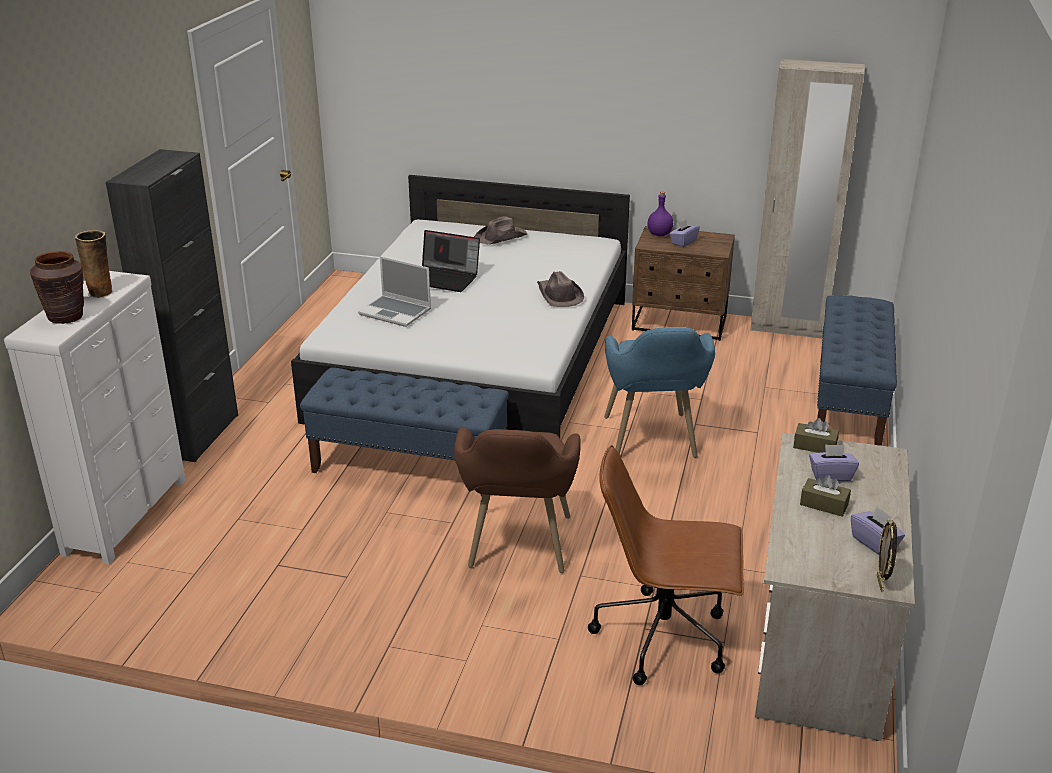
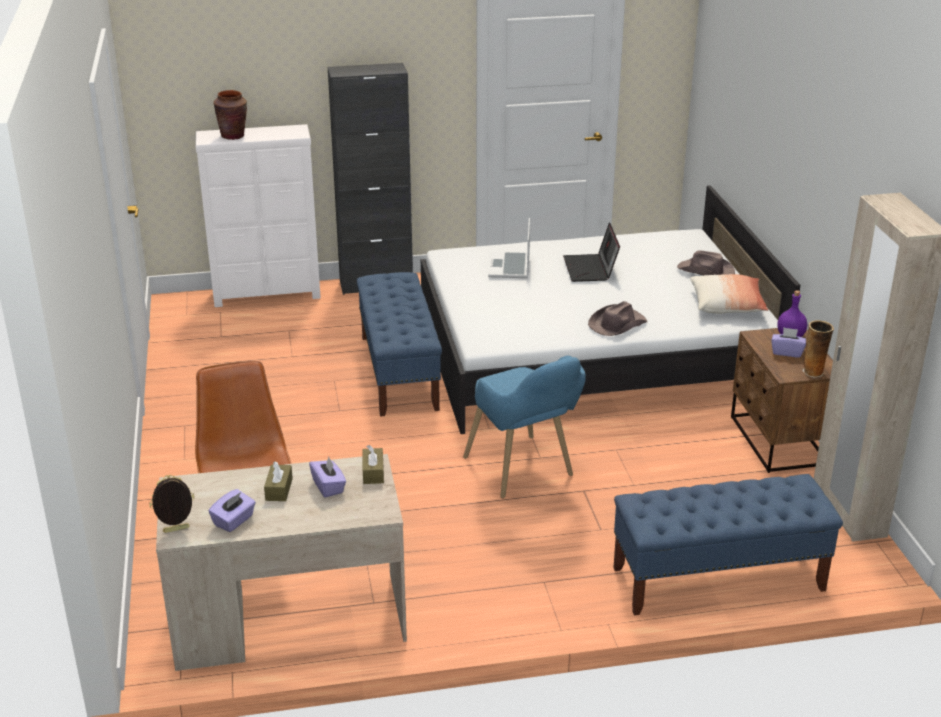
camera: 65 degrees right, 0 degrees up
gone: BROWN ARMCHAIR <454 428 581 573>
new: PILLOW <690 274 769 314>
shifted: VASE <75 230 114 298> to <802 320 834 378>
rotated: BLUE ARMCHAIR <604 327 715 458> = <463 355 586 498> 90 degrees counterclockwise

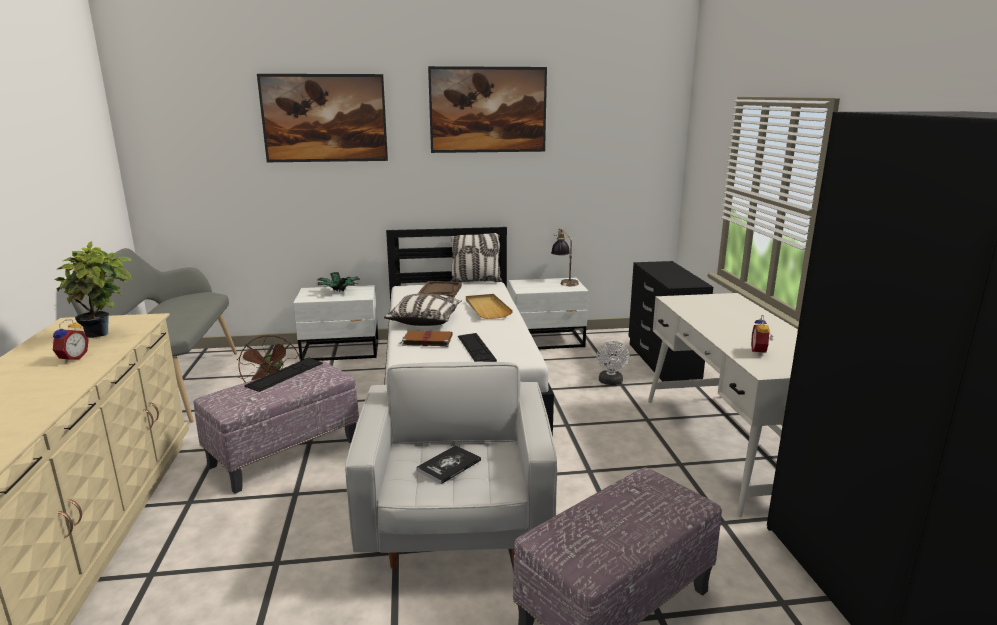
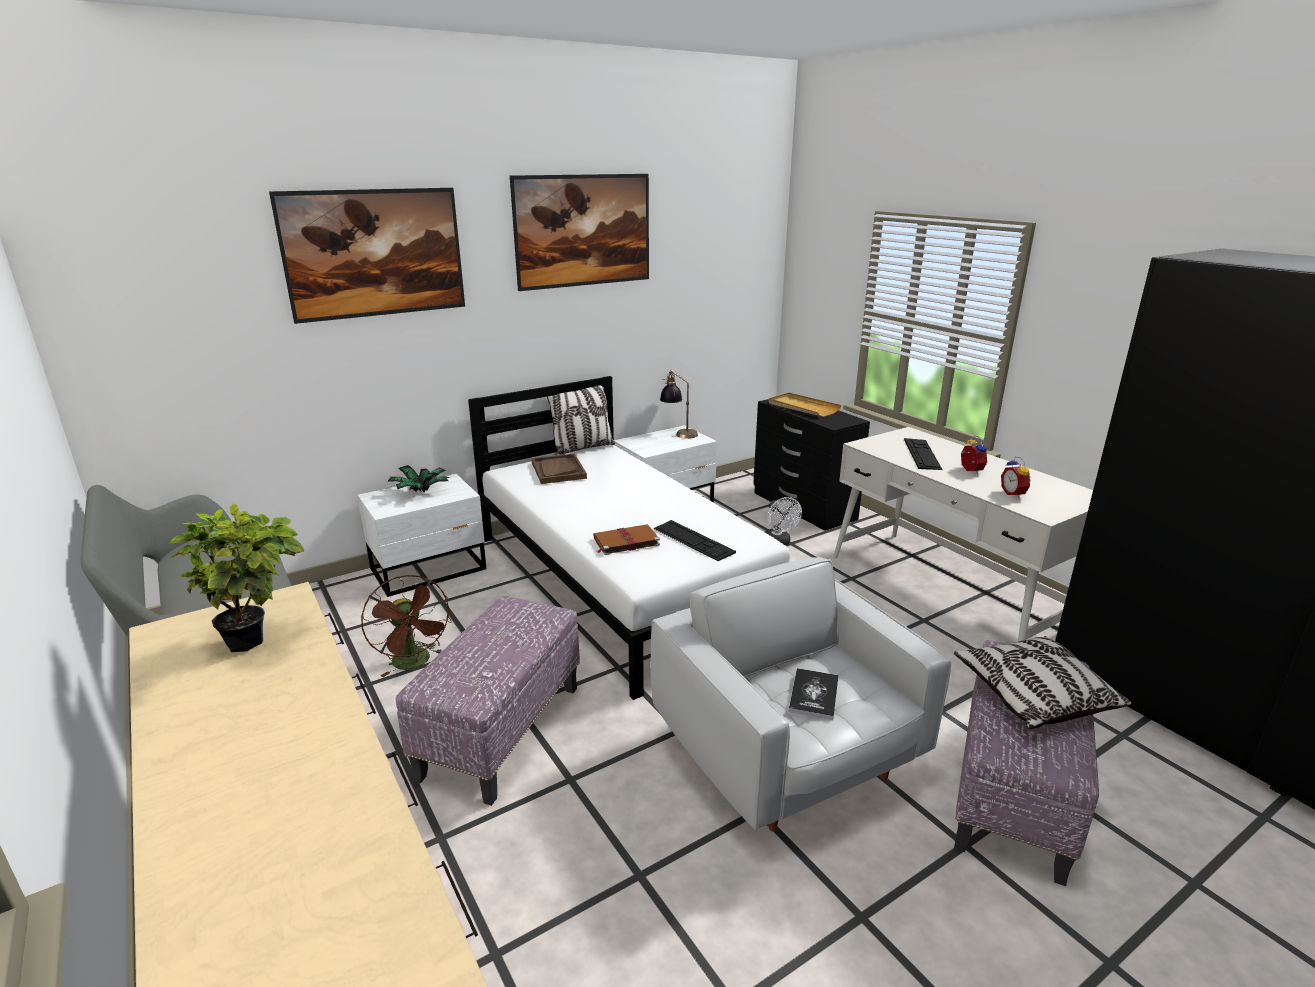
camera: 25 degrees left, 5 degrees up
shifted: ALARM CLOCK <53 319 89 363> to <961 436 987 474>; KEYBOARD <245 358 323 392> to <904 438 943 470>; PILLOW <384 294 462 326> to <954 636 1131 729>; BEIGE TRAY <466 294 513 319> to <769 393 842 417>

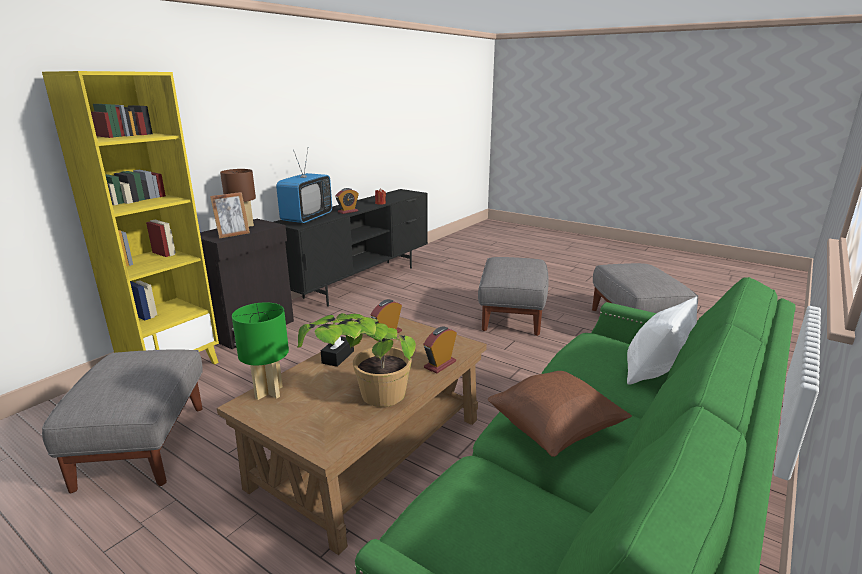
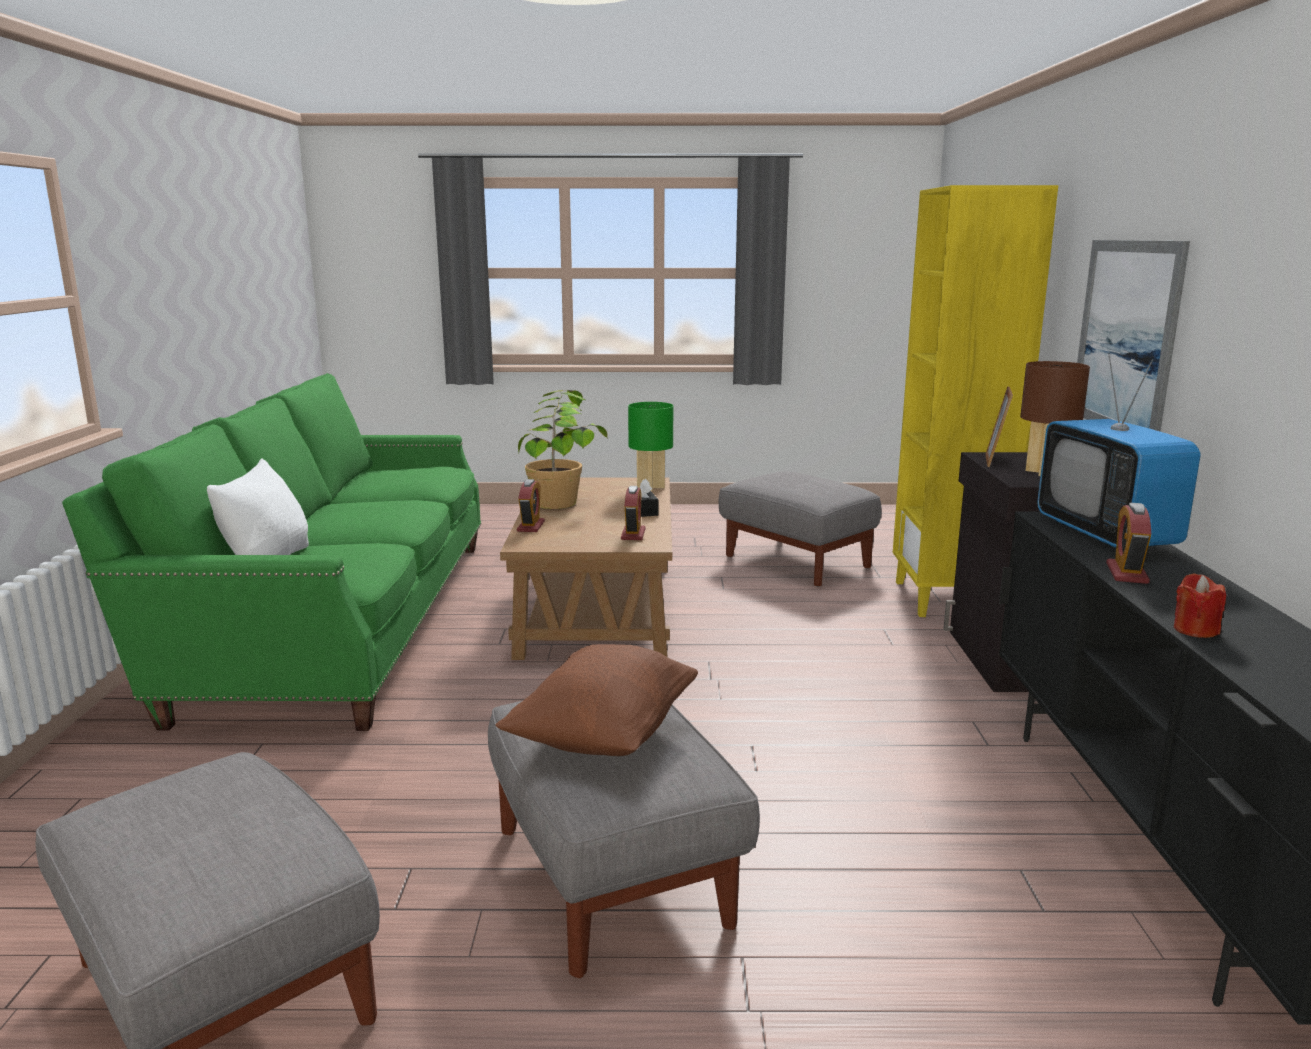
camera: 145 degrees right, 5 degrees down
new: PICTURE <1077 240 1190 431>
shifted: BROWN PILLOW <488 371 632 457> to <495 644 698 756>

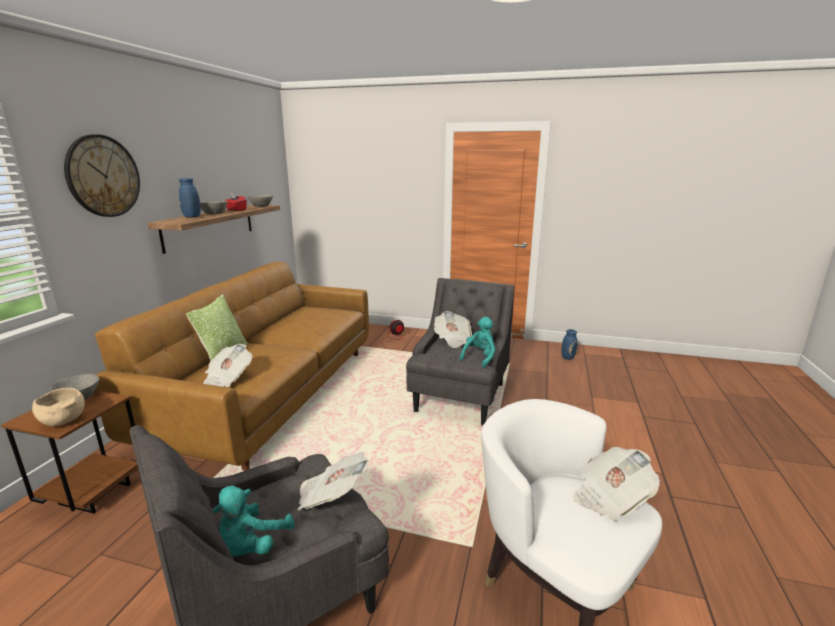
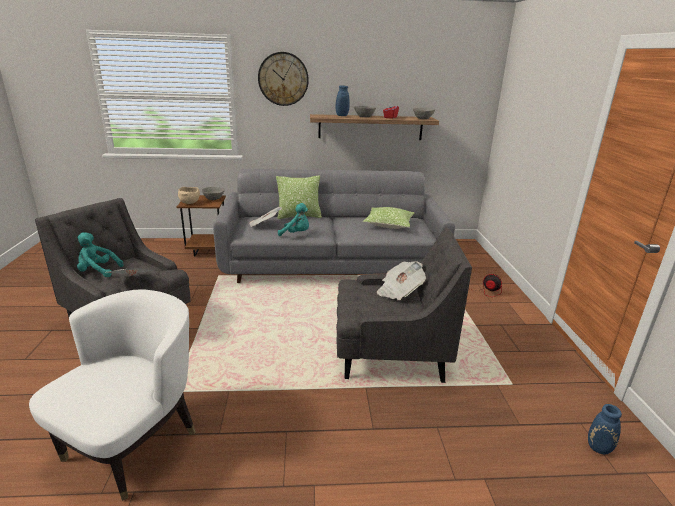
camera: 70 degrees right, 5 degrees up
gone: NEWSPAPER <573 447 660 521>
new: PILLOW <363 207 415 229>
shifted: TURQUOISE PLUSH TOY <460 317 495 368> to <278 203 309 236>
repainted: BROWN SOFA <95 262 369 471> to GREY SOFA <213 169 455 283>

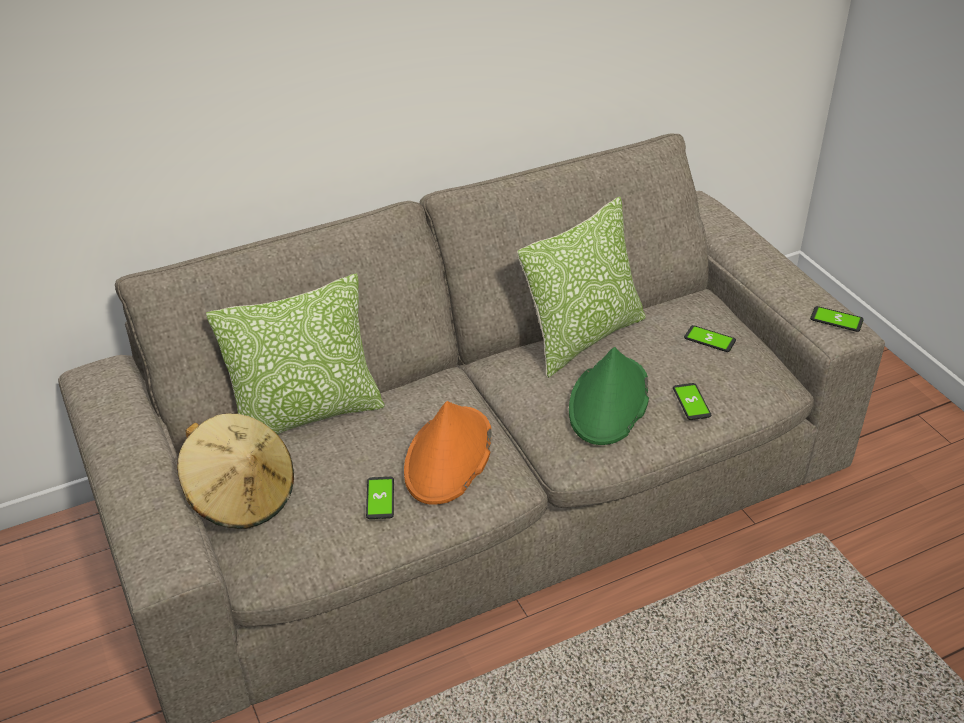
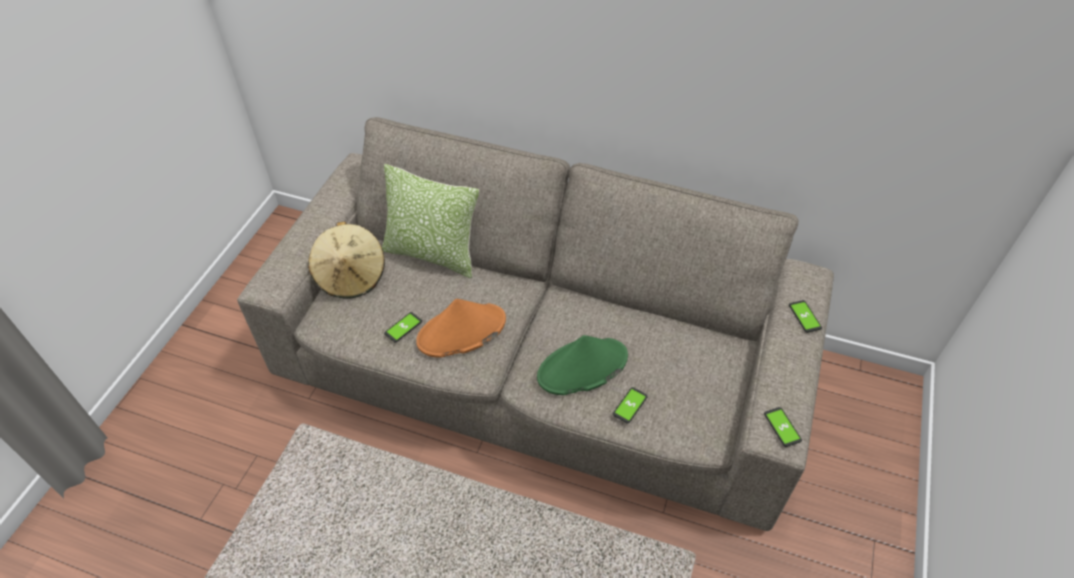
camera: 45 degrees right, 10 degrees up
gone: PILLOW <517 197 646 378>
shifted: PHONE <684 325 736 352> to <789 300 822 333>

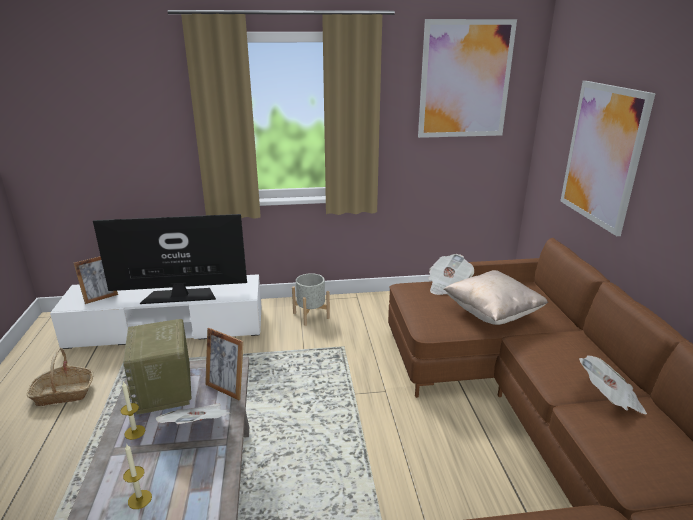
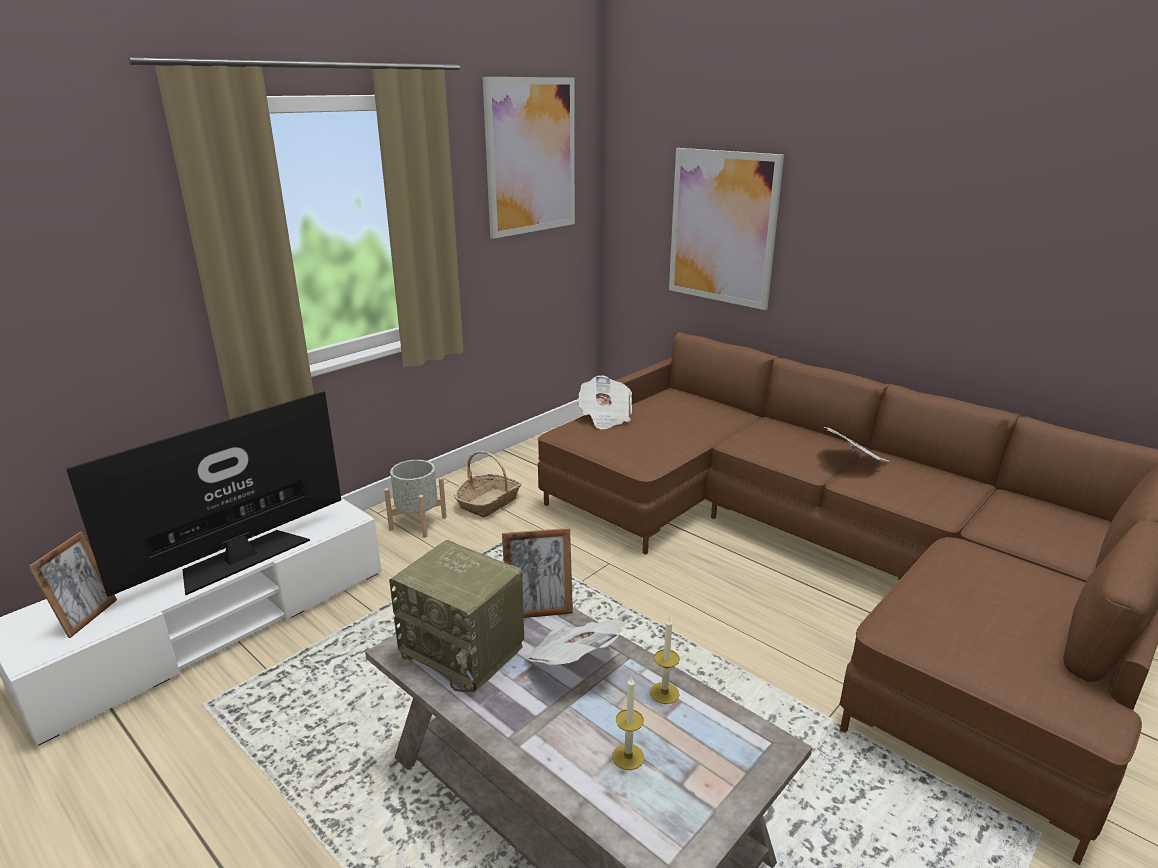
camera: 40 degrees left, 0 degrees up
gone: BEIGE PILLOW <443 270 548 325>
shifted: BASKET <27 348 93 406> to <454 451 521 517>; CANDLE <121 381 145 440> to <650 616 680 704>

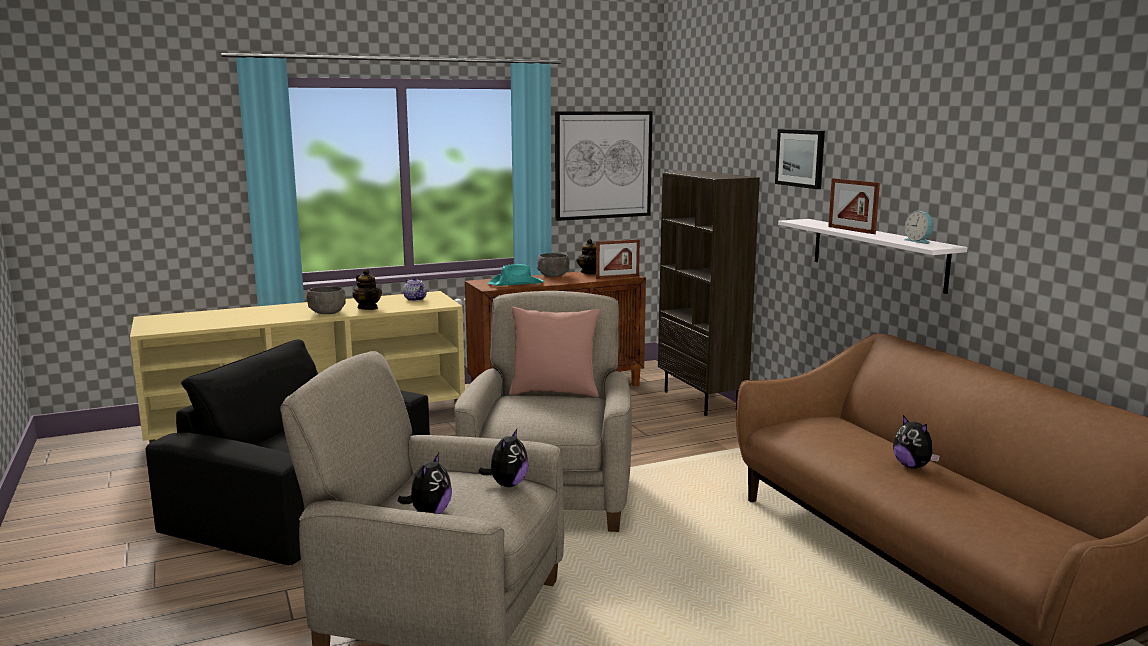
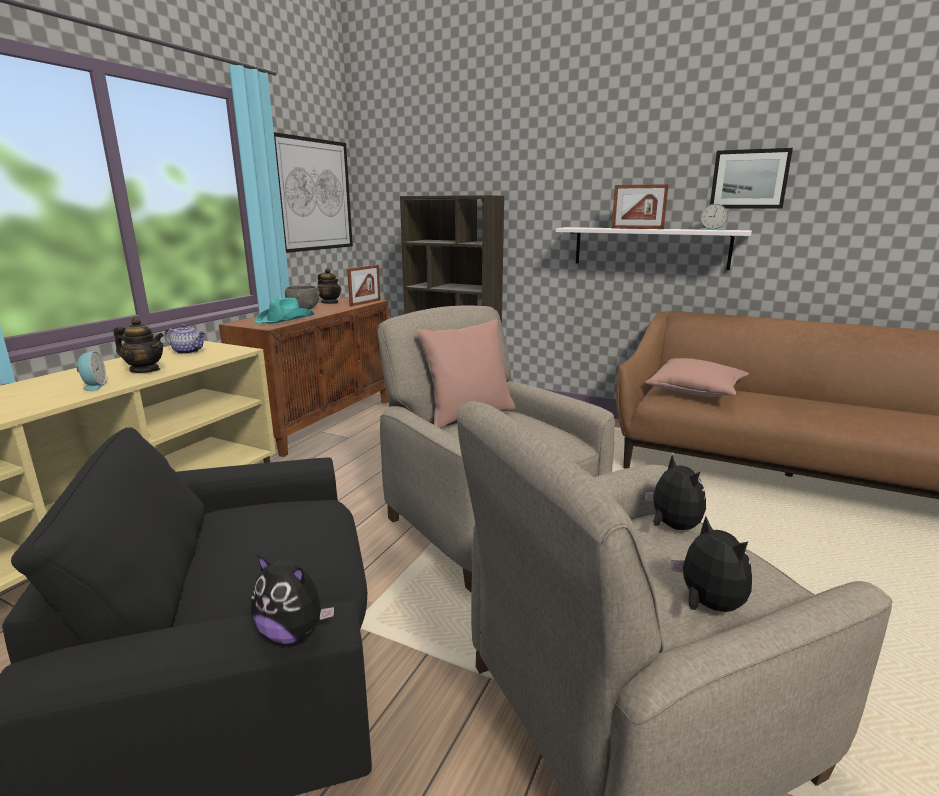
camera: 40 degrees left, 5 degrees up
new: PINK PILLOW <645 358 749 397>
shifted: PICTURE <775 129 825 189> to <710 148 793 209>; PLUSH TOY <893 415 940 469> to <251 555 334 644>
swapped: GREY BOWL <306 286 346 314> to ALARM CLOCK <77 351 108 391>

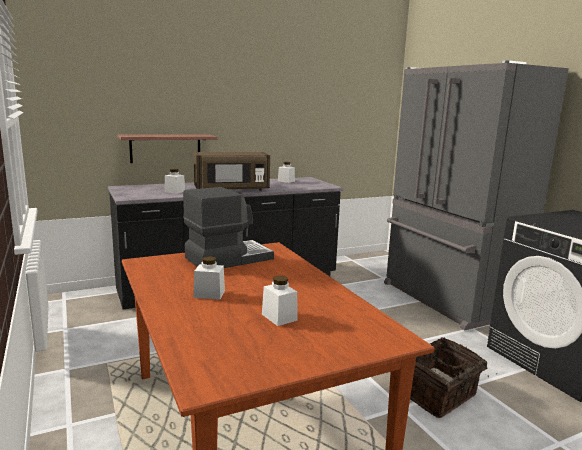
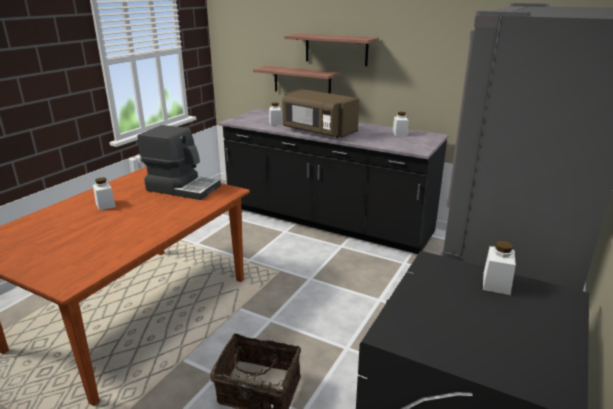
camera: 55 degrees right, 10 degrees up
new: SHELF <284 33 379 66>
shifted: WHITE JAR <262 276 298 326> to <483 241 516 295>

